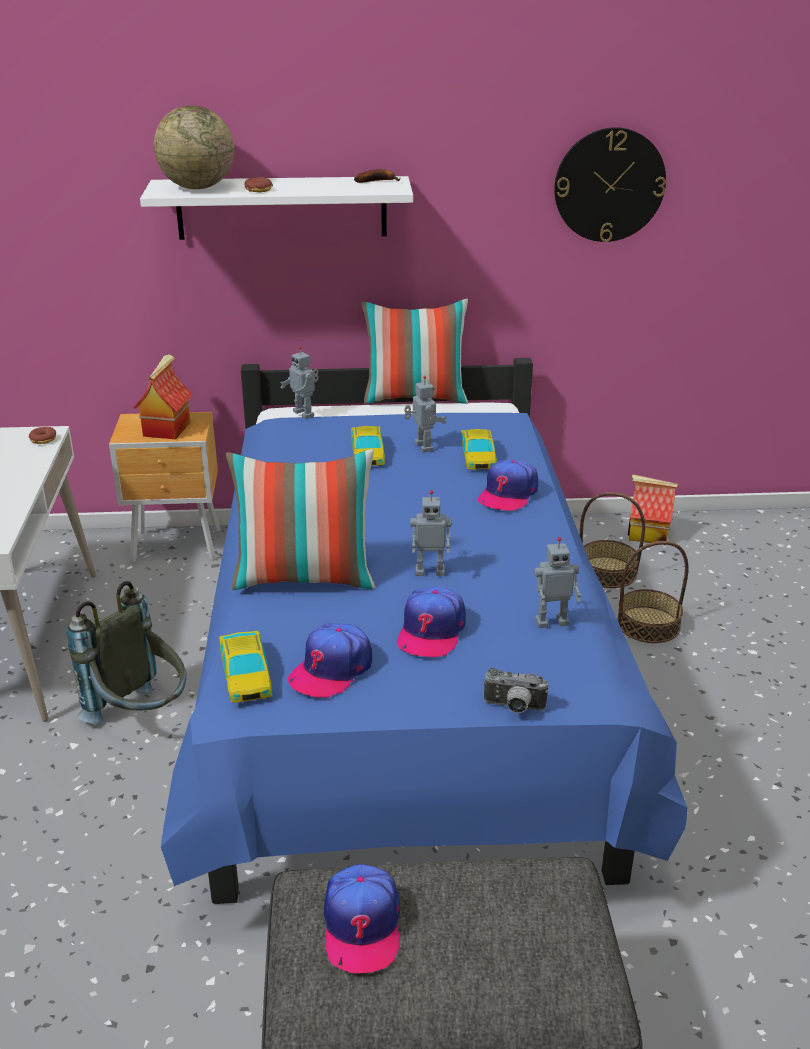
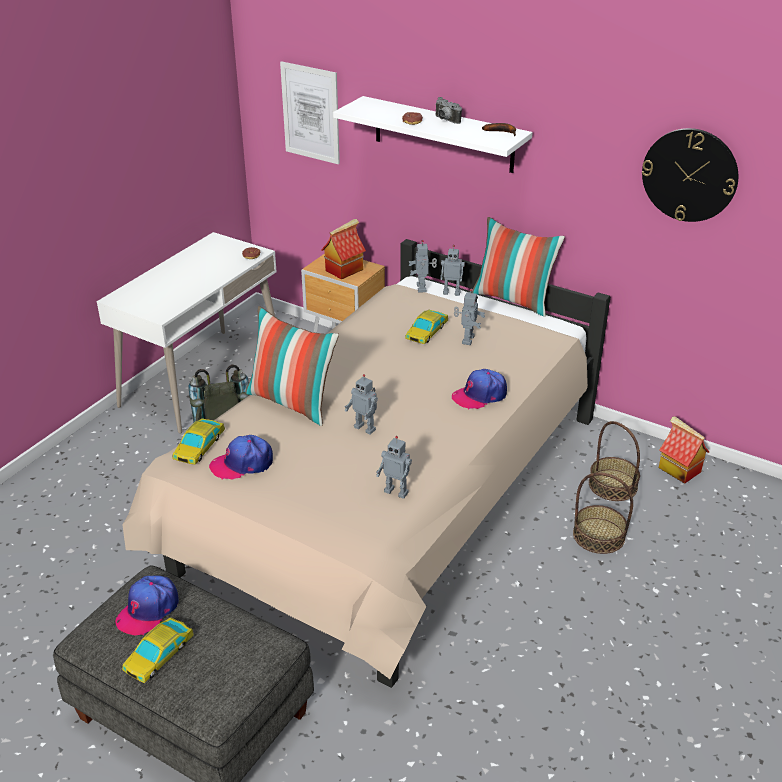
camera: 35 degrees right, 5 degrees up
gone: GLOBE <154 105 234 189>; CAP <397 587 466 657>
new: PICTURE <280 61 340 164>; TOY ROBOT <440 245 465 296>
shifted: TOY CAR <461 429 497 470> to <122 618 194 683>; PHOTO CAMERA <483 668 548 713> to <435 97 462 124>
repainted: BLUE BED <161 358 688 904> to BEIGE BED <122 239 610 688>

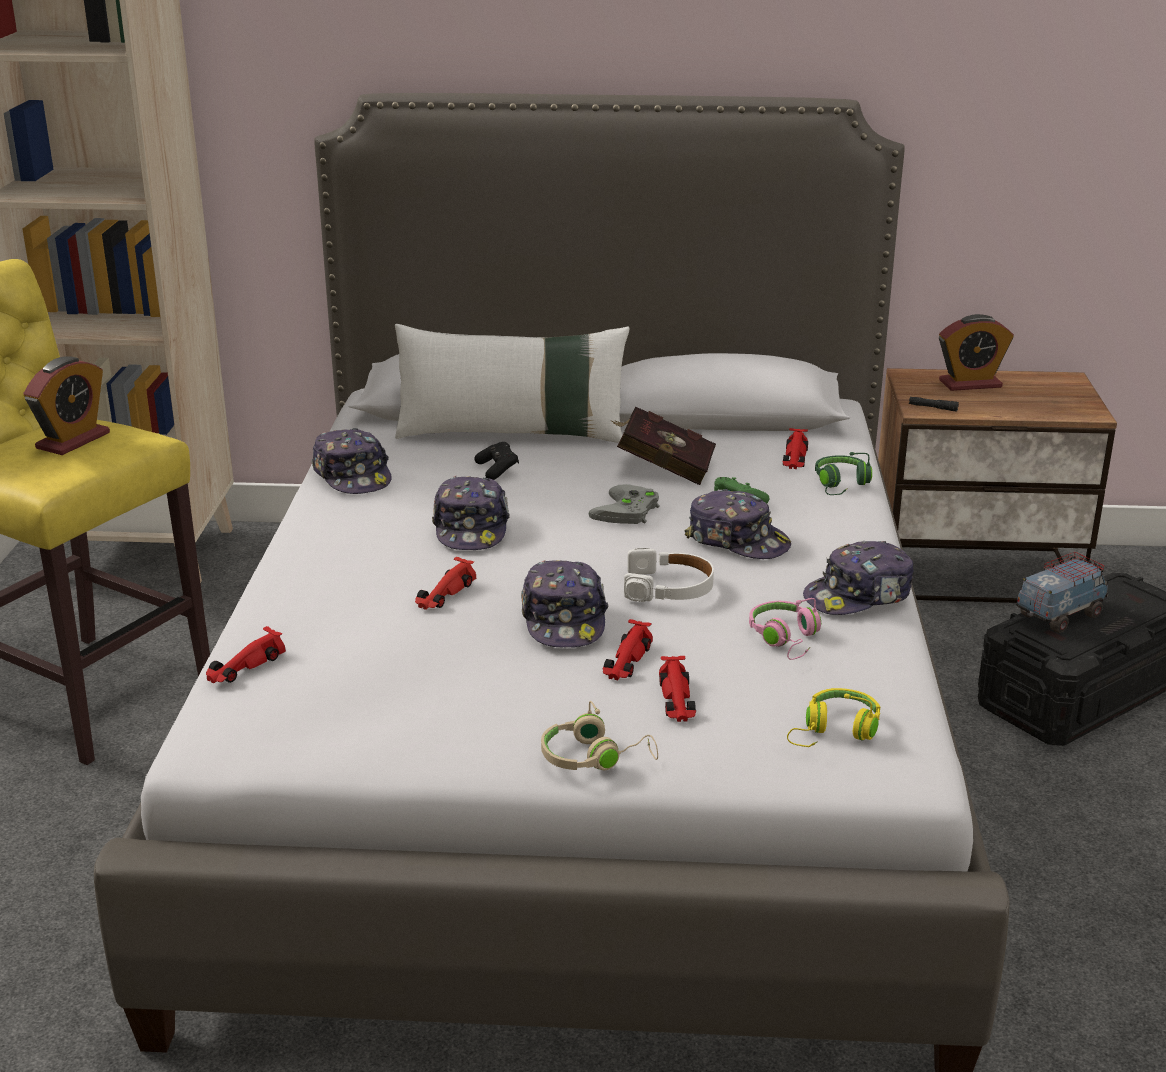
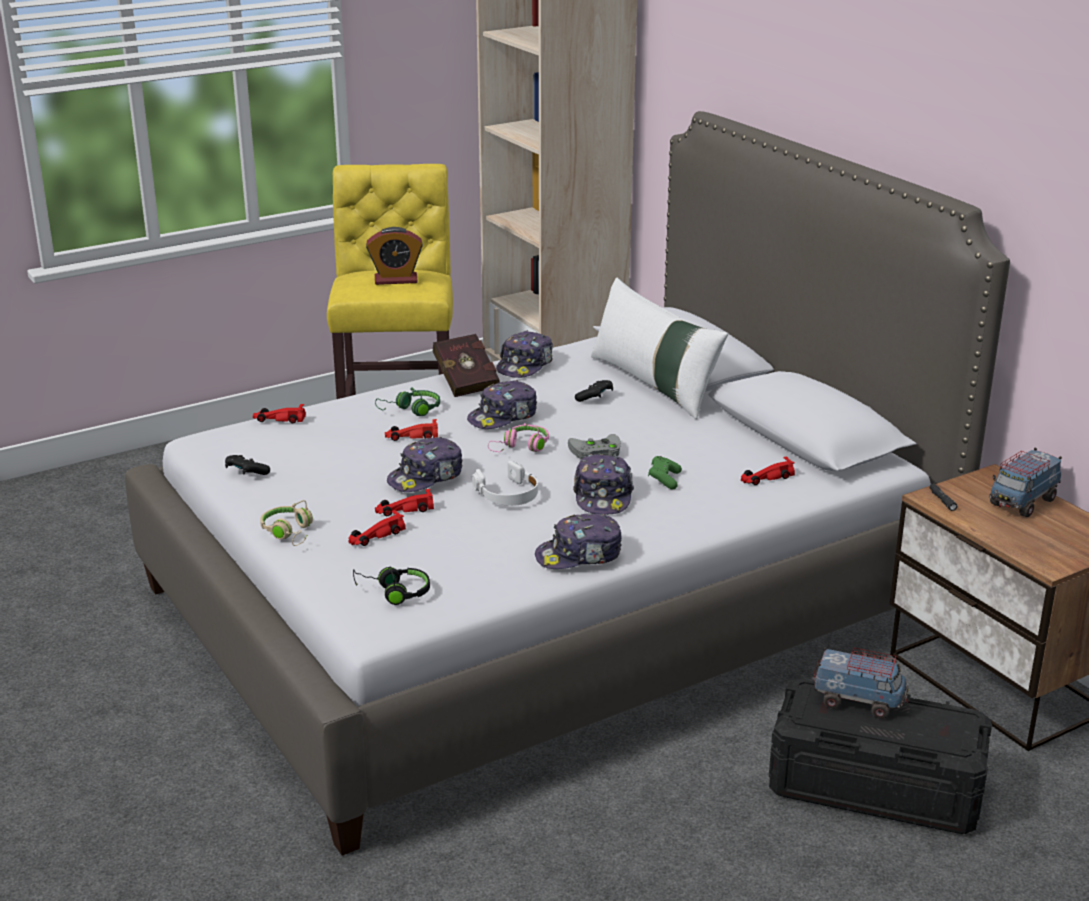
camera: 55 degrees right, 0 degrees up
new: BLACK GAME CONTROLLER <225 455 270 475>
shifted: RED BOOK <610 406 716 485> to <433 334 500 397>; PINK HEADPHONES <749 598 821 660> to <488 423 549 452>; GREEN HEADPHONES <815 452 872 495> to <375 388 440 416>
swapped: ALARM CLOCK <939 314 1014 391> to TOY TRUCK <989 448 1062 517>
repainted: YELLOW HEADPHONES <787 688 880 747> to BLACK HEADPHONES <353 566 430 605>
rotated: CAP <803 541 914 615> = <535 513 622 569> 45 degrees counterclockwise

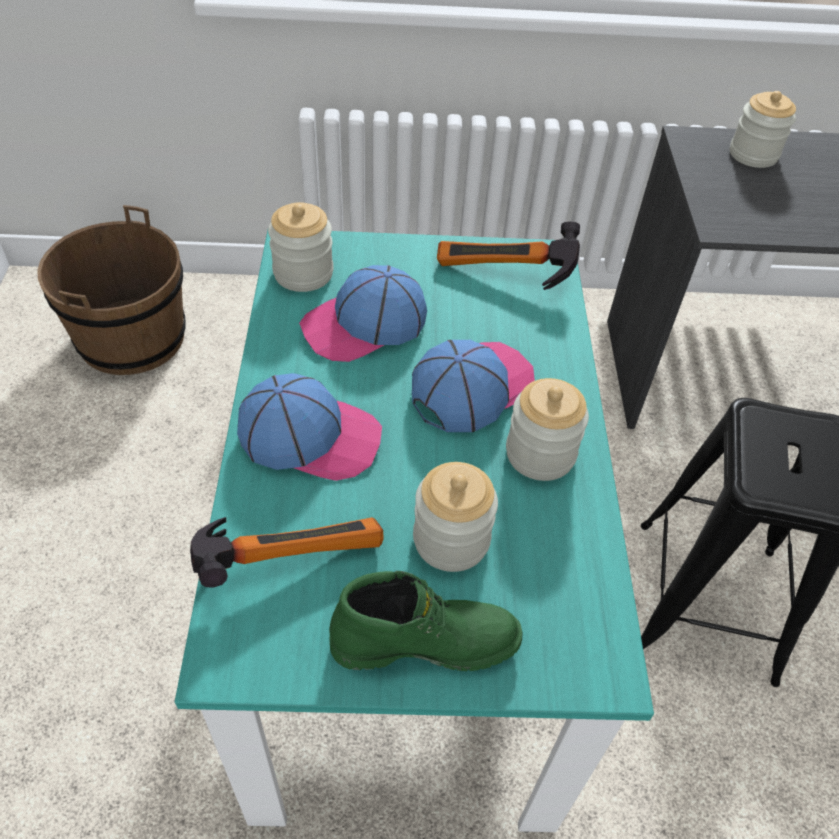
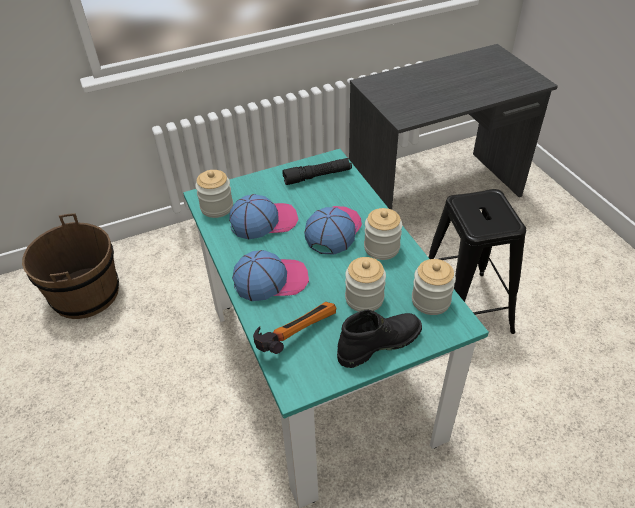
camera: 20 degrees left, 5 degrees down
shifted: JAR <730 91 796 168> to <412 259 456 315>
swapped: HAMMER <437 222 580 290> to BLACK FLASHLIGHT <282 158 352 185>
repainted: GREEN BOOT <329 571 523 671> to BLACK BOOT <337 309 422 368>
rotated: CAP <299 265 427 362> = <229 194 299 239> 150 degrees counterclockwise

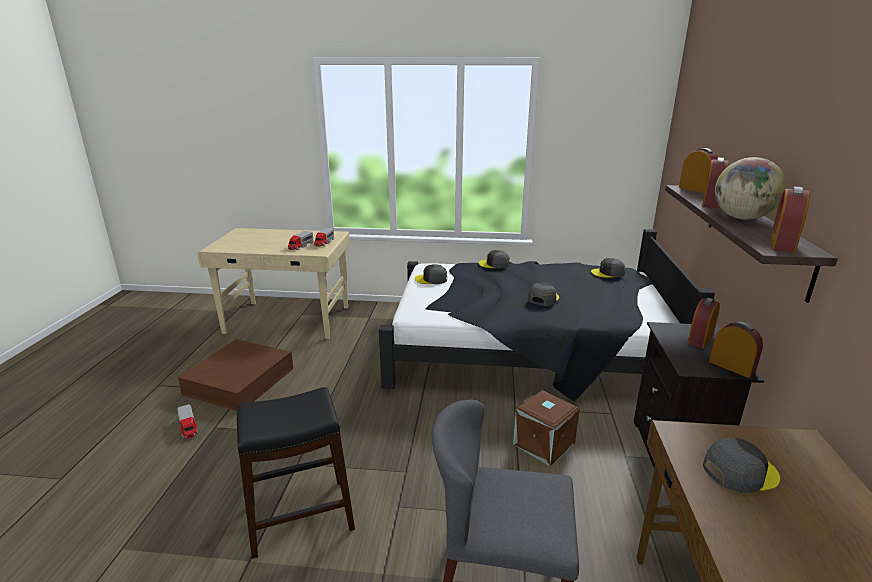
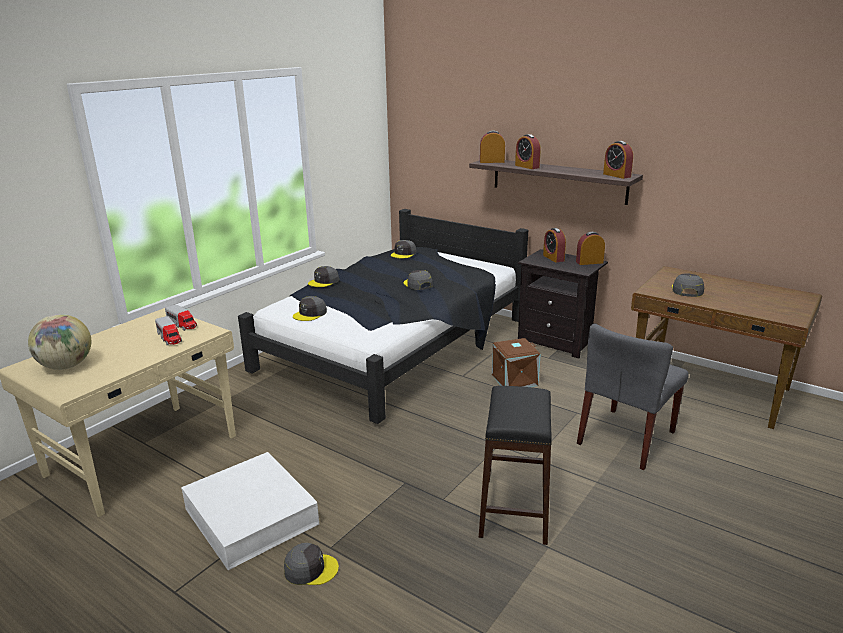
camera: 60 degrees left, 0 degrees up
shifted: GLOBE <715 157 786 220> to <28 314 91 370>
swapped: TOY TRUCK <177 404 198 439> to GREY CAP <284 543 339 585>
repainted: BROWN STORAGE BOX <178 339 293 411> to WHITE STORAGE BOX <181 452 319 570>

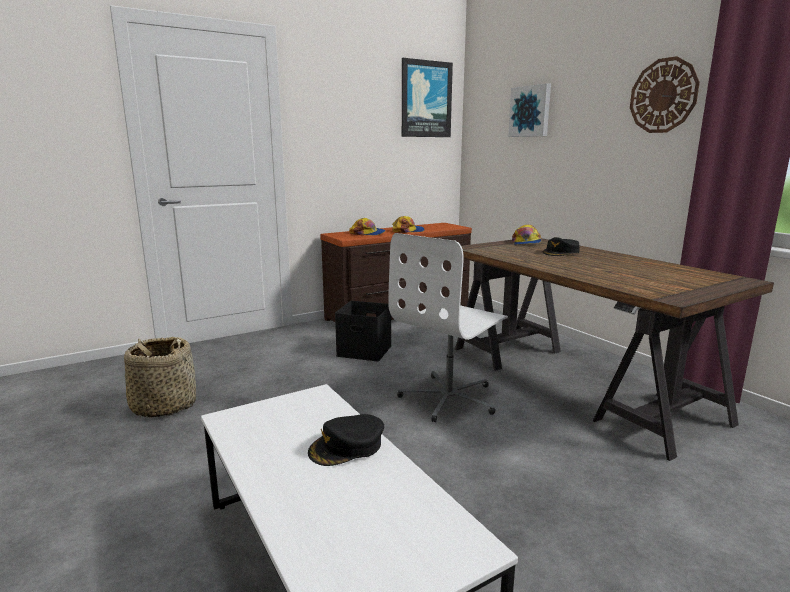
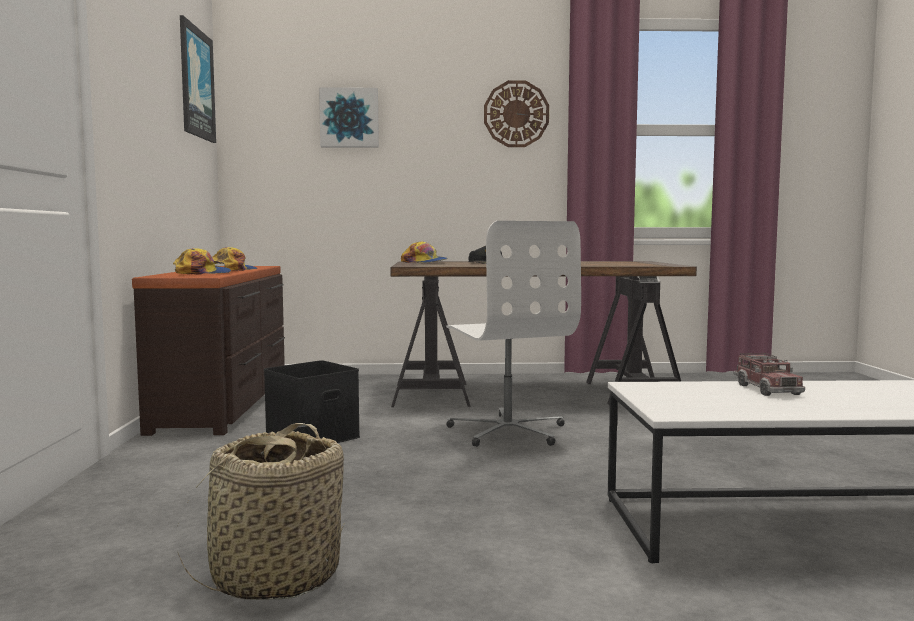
camera: 60 degrees left, 10 degrees down
swapped: BLACK CAP <308 414 384 466> to TOY TRUCK <733 353 805 396>

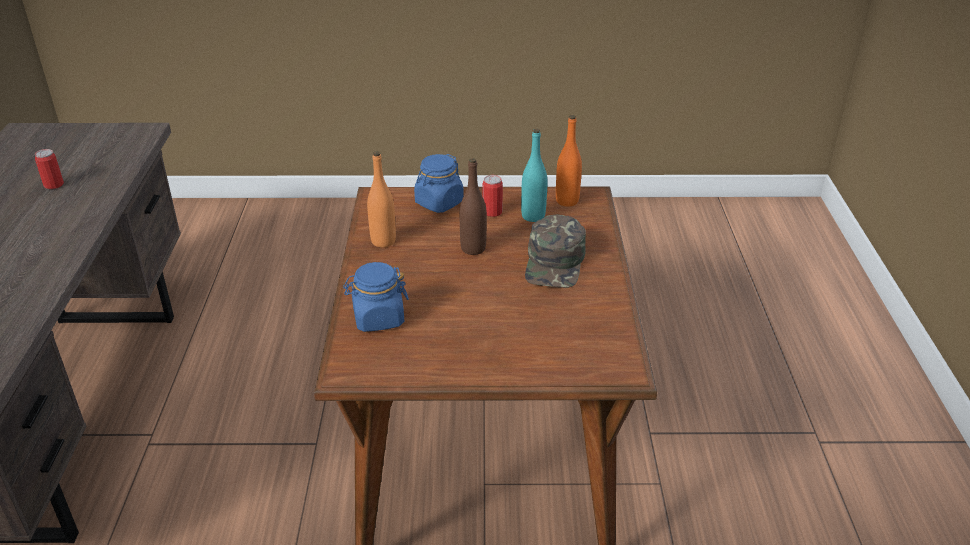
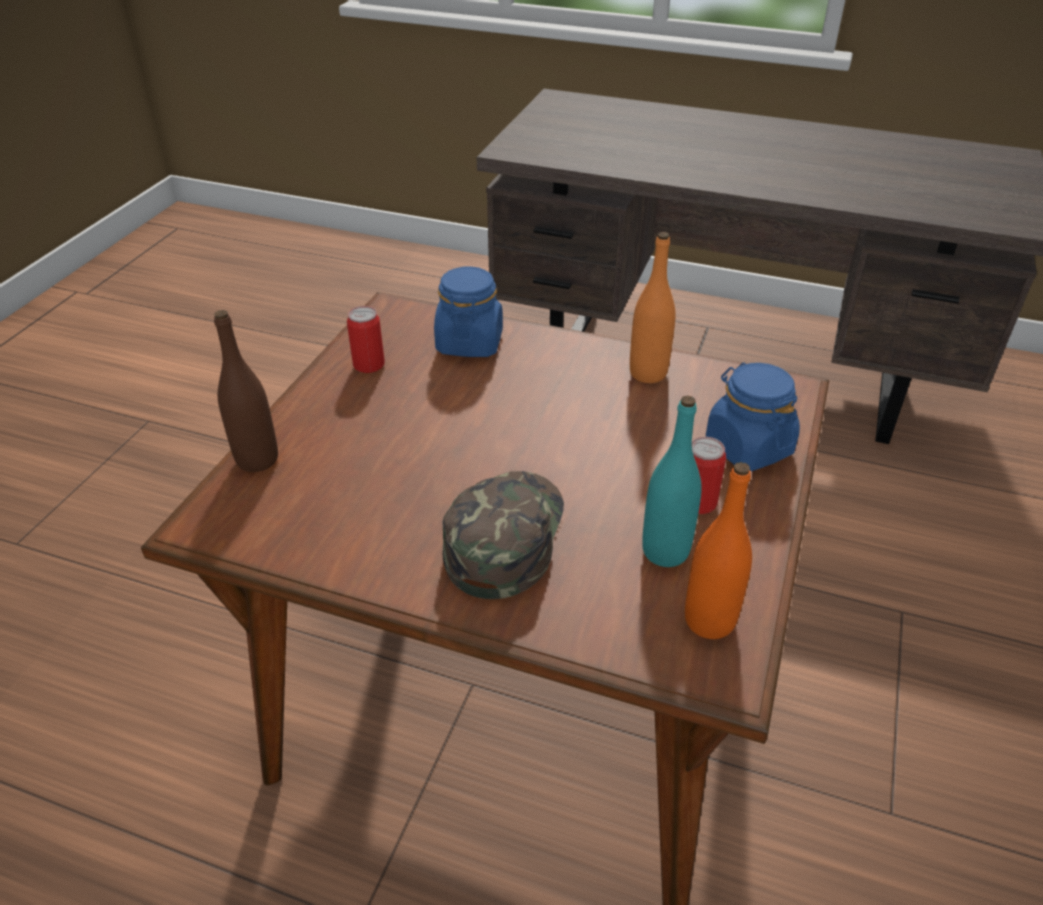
camera: 110 degrees right, 5 degrees up
shifted: CAN <35 149 64 189> to <347 306 385 373>; BROWN BOTTLE <460 158 487 255> to <214 310 278 472>
rotated: GREEN CAP <525 215 586 288> = <443 471 564 599> 75 degrees clockwise

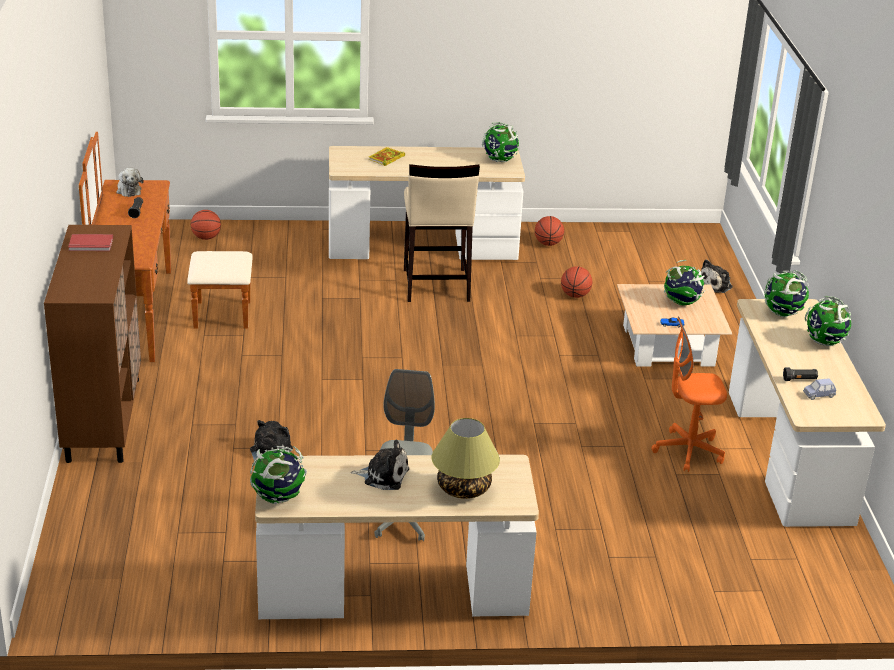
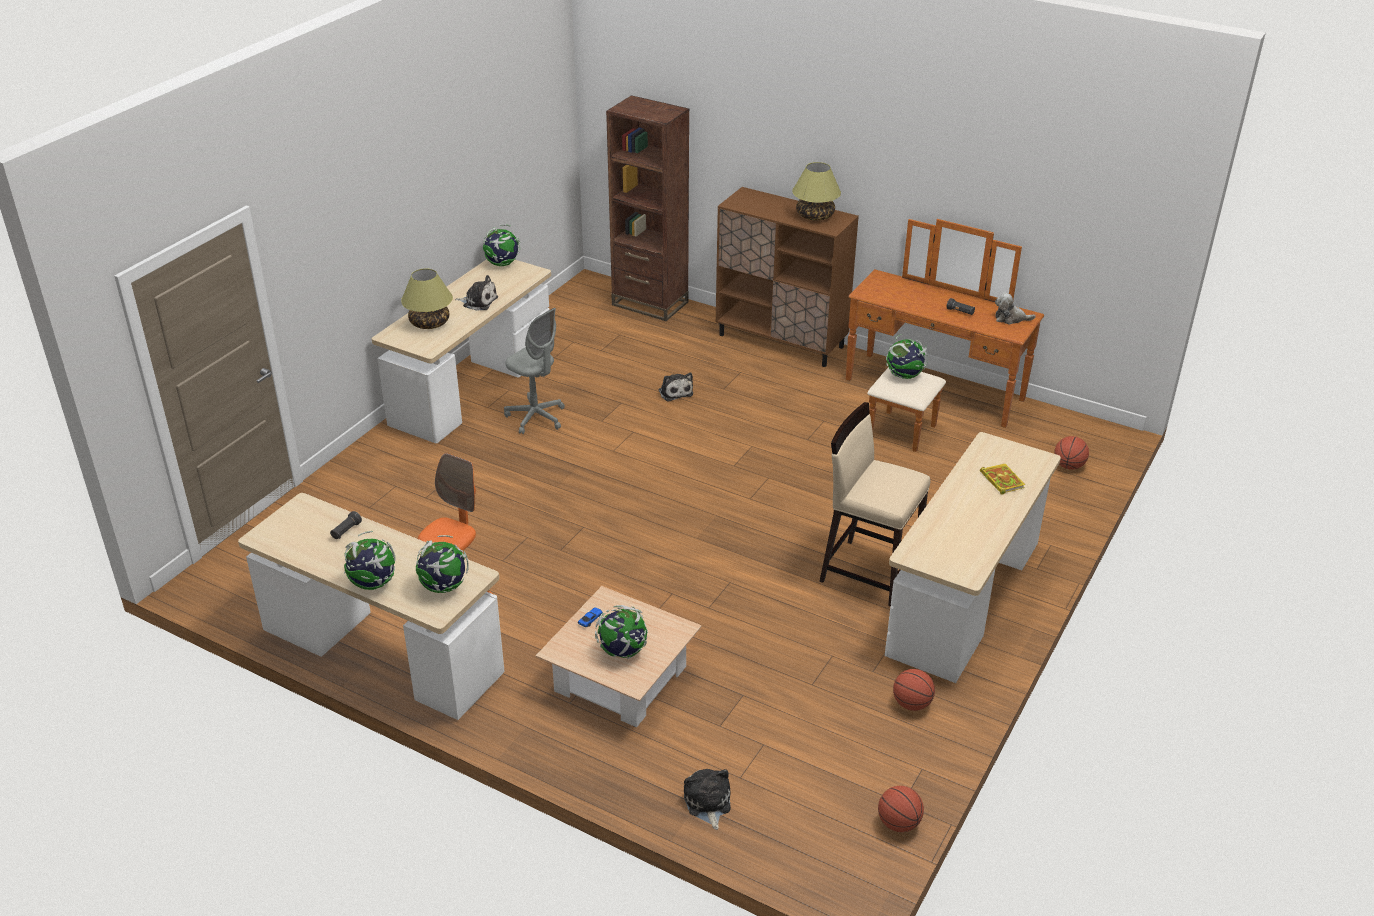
camera: 125 degrees right, 5 degrees up
gone: BLUE TOY CAR <803 378 837 400>
new: BROWN BOOKCASE <606 95 690 321>
shifted: GLOBE <482 122 520 162> to <886 334 928 379>; BASKETBALL <561 266 592 298> to <878 786 924 832>
swapped: RED BOOK <68 234 113 251> to TABLE LAMP <792 162 841 220>
rotated: PLUSH TOY <350 440 409 490> = <455 275 498 311> 120 degrees counterclockwise

